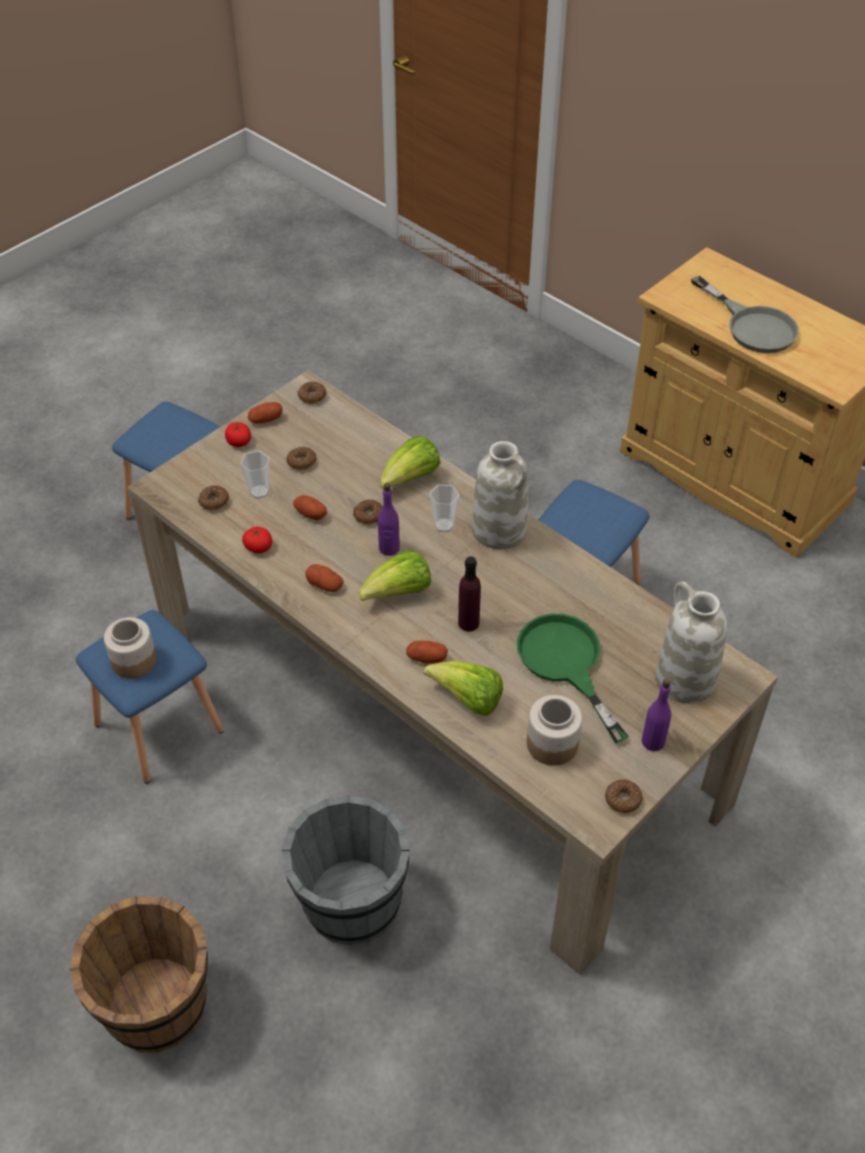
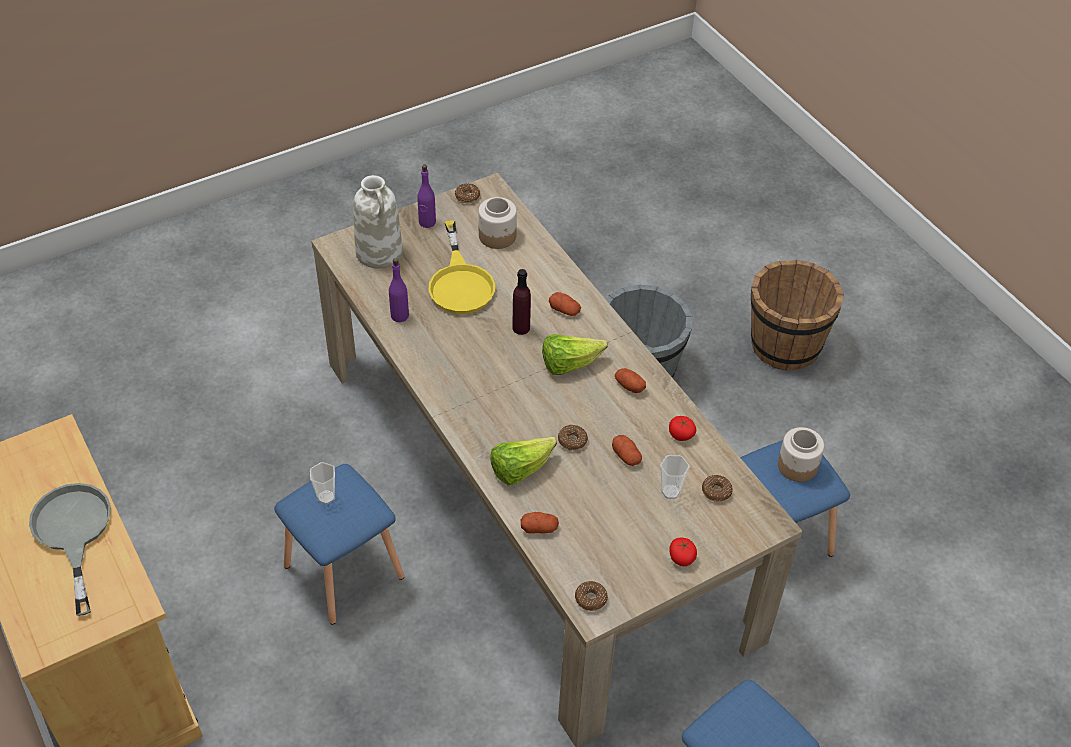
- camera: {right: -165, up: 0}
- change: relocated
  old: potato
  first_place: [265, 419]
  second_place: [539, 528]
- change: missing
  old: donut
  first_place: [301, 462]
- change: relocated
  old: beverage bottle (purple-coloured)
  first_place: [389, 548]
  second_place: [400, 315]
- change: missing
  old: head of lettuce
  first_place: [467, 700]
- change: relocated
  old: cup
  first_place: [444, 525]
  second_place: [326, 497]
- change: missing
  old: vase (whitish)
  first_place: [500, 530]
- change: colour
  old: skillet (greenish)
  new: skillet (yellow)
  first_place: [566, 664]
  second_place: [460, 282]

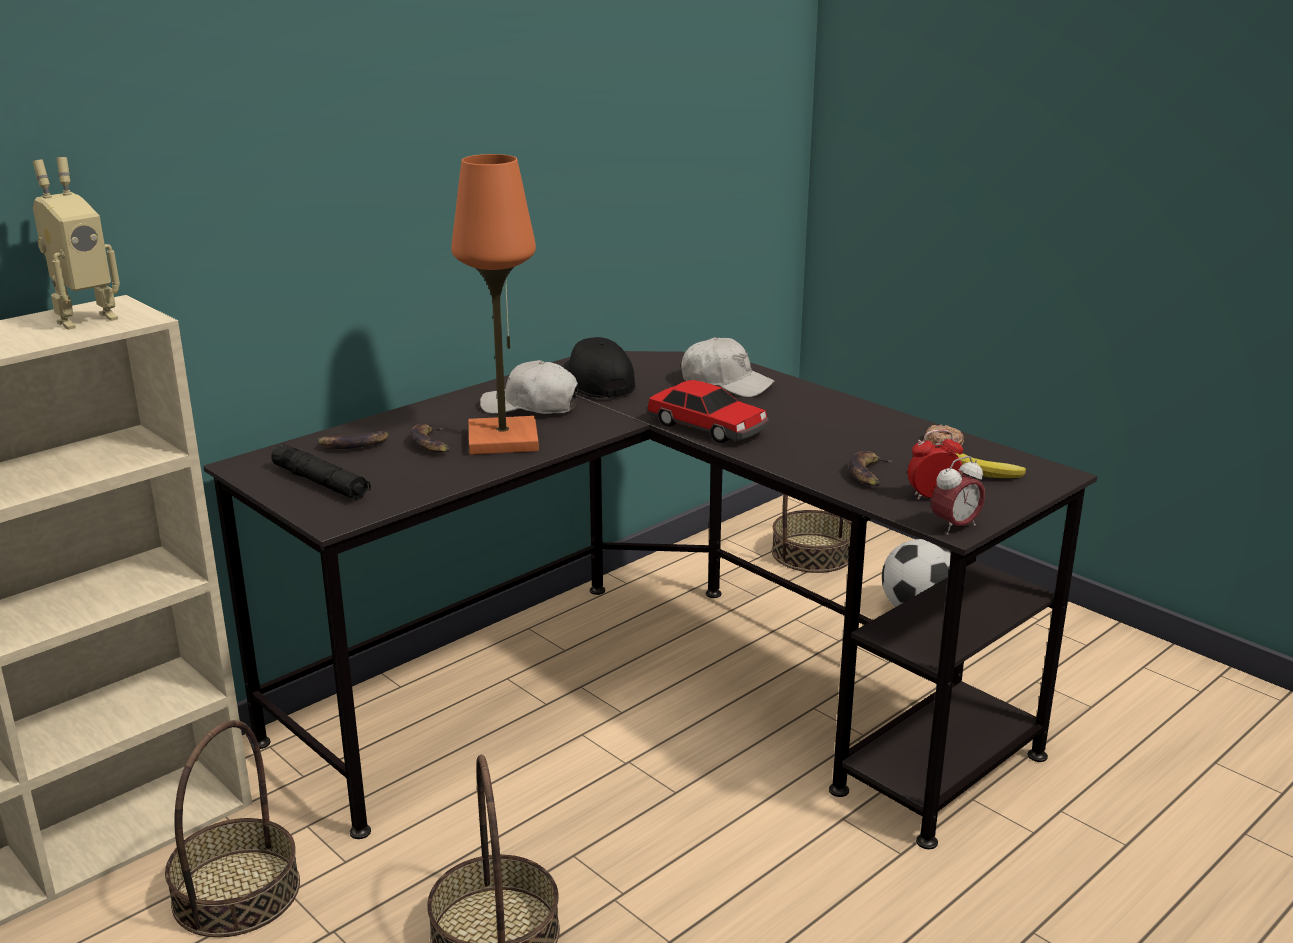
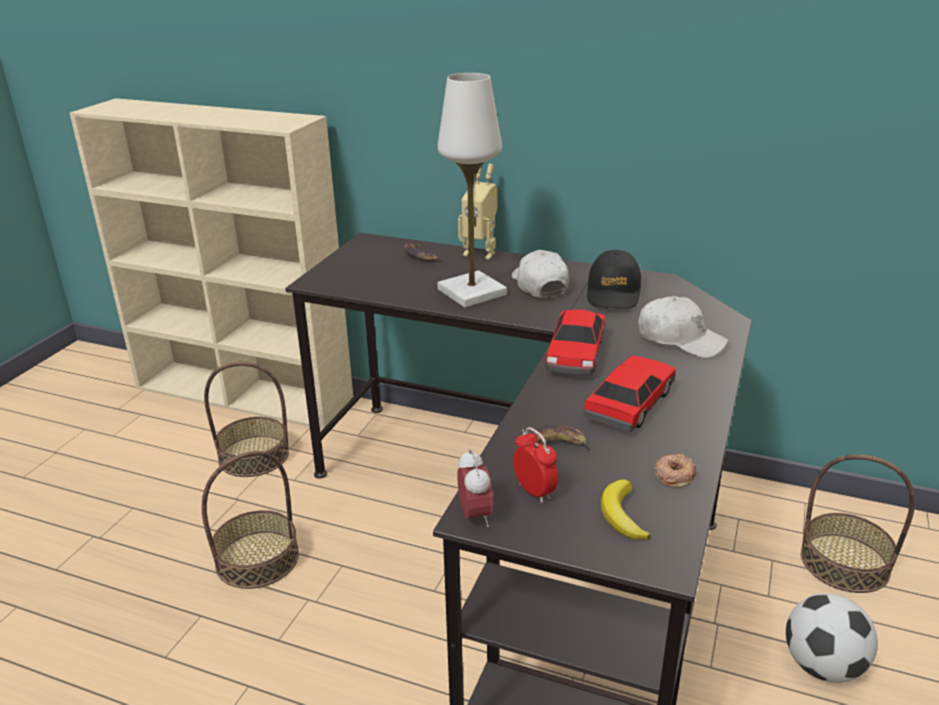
- camera: {right: 65, up: 5}
- change: relocated
  old: toy robot
  first_place: [83, 318]
  second_place: [481, 252]
- change: missing
  old: torch (blackish)
  first_place: [321, 483]
- change: missing
  old: banana
  first_place: [432, 444]
- change: colour
  old: tabletop lamp (orange-coloured)
  new: tabletop lamp (whitish)
  first_place: [503, 440]
  second_place: [472, 292]
- change: spun
  old: cap (blackish)
  first_place: [596, 382]
  second_place: [613, 293]
  degrees: 150
- change: spun
  old: cap (whitish)
  first_place: [726, 383]
  second_place: [680, 339]
  degrees: -60
- change: spun
  old: table clock
  first_place: [955, 527]
  second_place: [475, 516]
  degrees: -135
- change: appeared
  new: model car
  second_place: [630, 403]

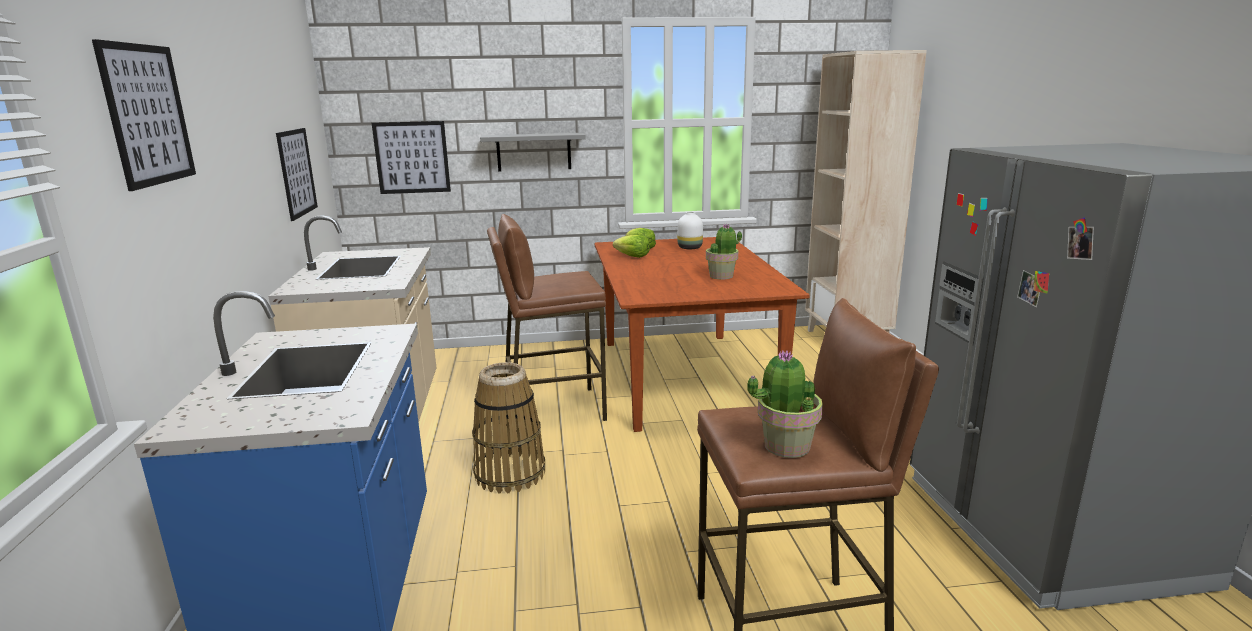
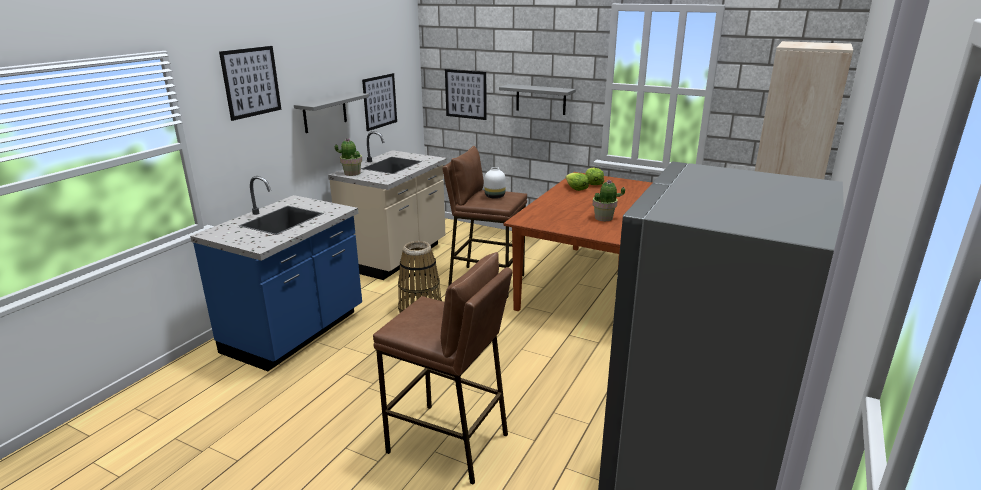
- camera: {right: 35, up: 5}
- change: relocated
  old: vase (whitish)
  first_place: [689, 248]
  second_place: [494, 196]
- change: relocated
  old: plant in a pot
  first_place: [785, 446]
  second_place: [352, 173]
- change: appeared
  new: wall shelf (grey)
  second_place: [325, 112]

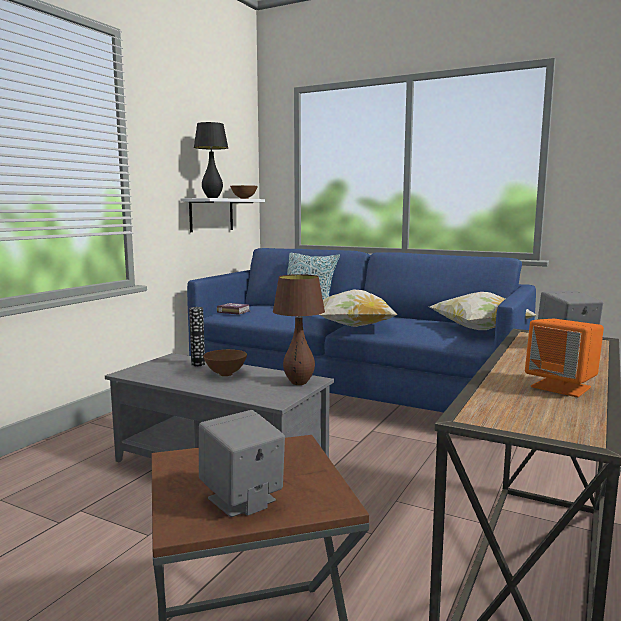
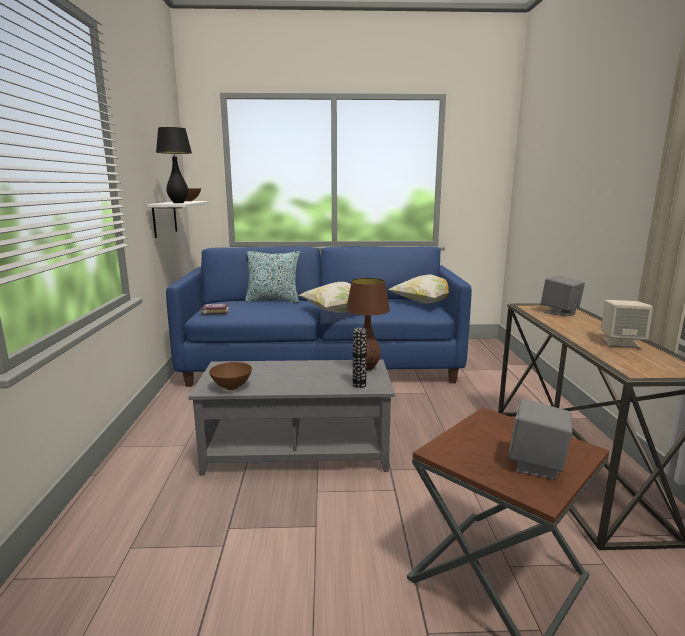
- camera: {right: -30, up: 5}
- change: relocated
  old: vase
  first_place: [198, 364]
  second_place: [359, 385]
- change: relocated
  old: serving bowl (brown-coloured)
  first_place: [226, 374]
  second_place: [231, 387]
- change: colour
  old: loudspeaker (orange-coloured)
  new: loudspeaker (beige-coloured)
  first_place: [562, 387]
  second_place: [621, 343]

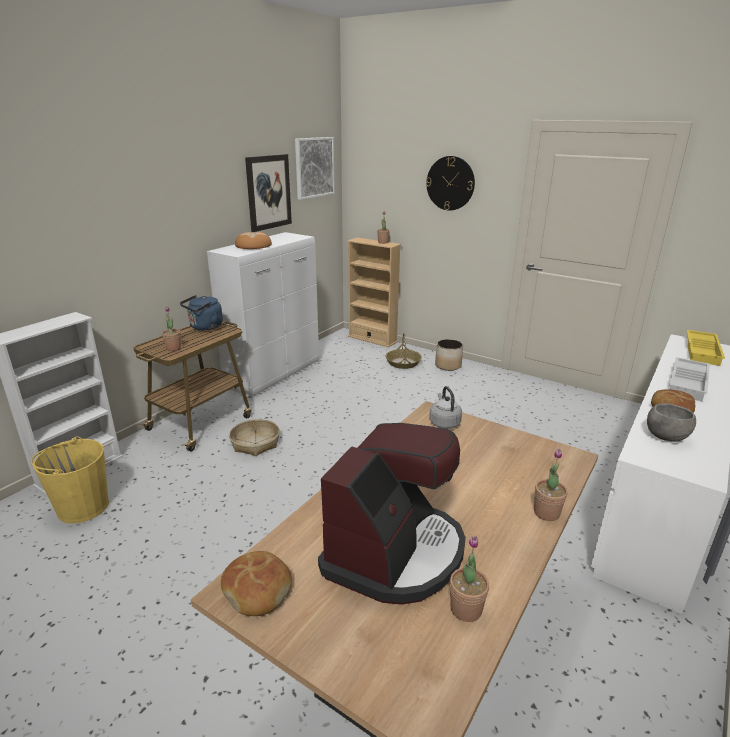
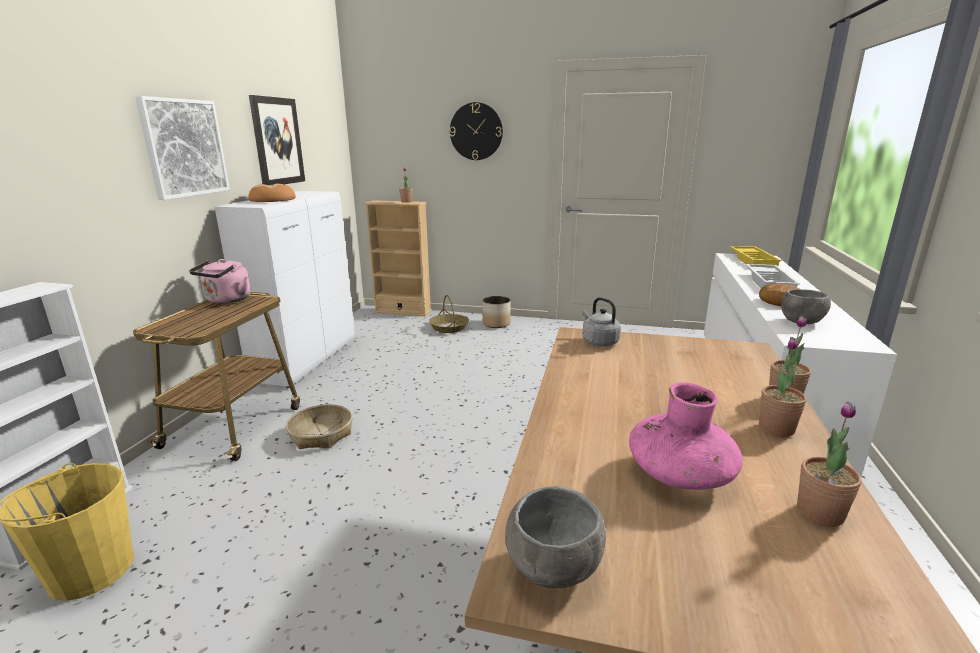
- camera: {right: -20, up: -5}
- change: relocated
  old: plant in a pot
  first_place: [173, 348]
  second_place: [776, 428]
- change: colour
  old: kettle (bluish)
  new: kettle (pink)
  first_place: [204, 327]
  second_place: [226, 300]
- change: exchanged
  old: baked bread
  new: serving bowl (grey)
  first_place: [258, 589]
  second_place: [554, 568]
- change: relocated
  old: wall art
  first_place: [314, 167]
  second_place: [184, 148]
- change: exchanged
  old: coffee maker
  new: vase (pink)
  first_place: [395, 552]
  second_place: [680, 474]

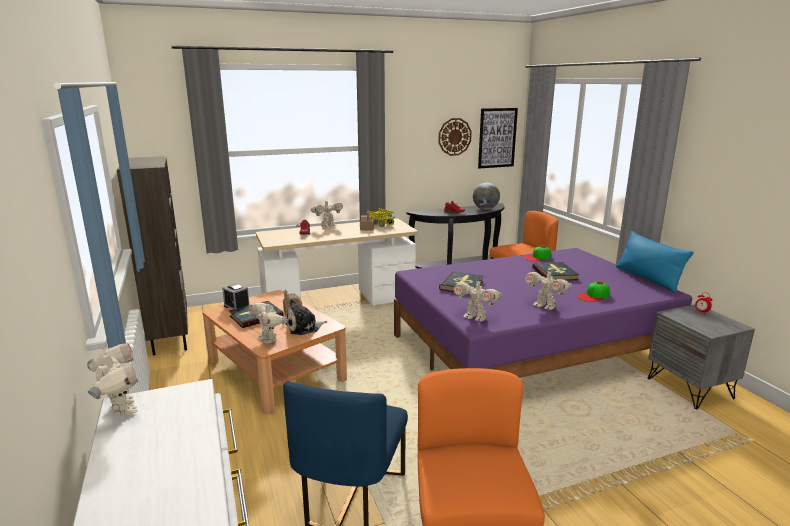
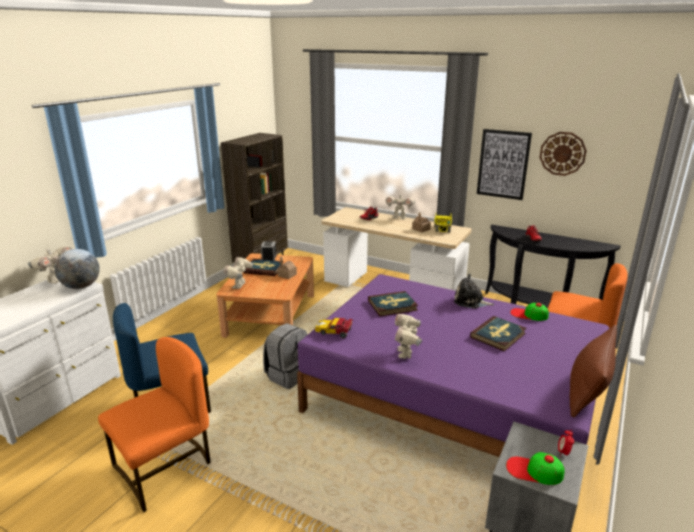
- camera: {right: 50, up: 5}
- change: relocated
  old: cuddly toy
  first_place: [304, 327]
  second_place: [470, 301]
- change: exchanged
  old: toy robot
  new: model car
  first_place: [475, 317]
  second_place: [335, 332]
- change: relocated
  old: globe
  first_place: [485, 209]
  second_place: [81, 287]
- change: relocated
  old: wall art
  first_place: [497, 138]
  second_place: [503, 164]
- change: relocated
  old: cap
  first_place: [593, 296]
  second_place: [534, 471]
- change: colour
  old: cushion (bluish)
  new: cushion (brown-coloured)
  first_place: [647, 278]
  second_place: [588, 390]
- change: appeared
  new: knapsack (grey)
  second_place: [287, 375]

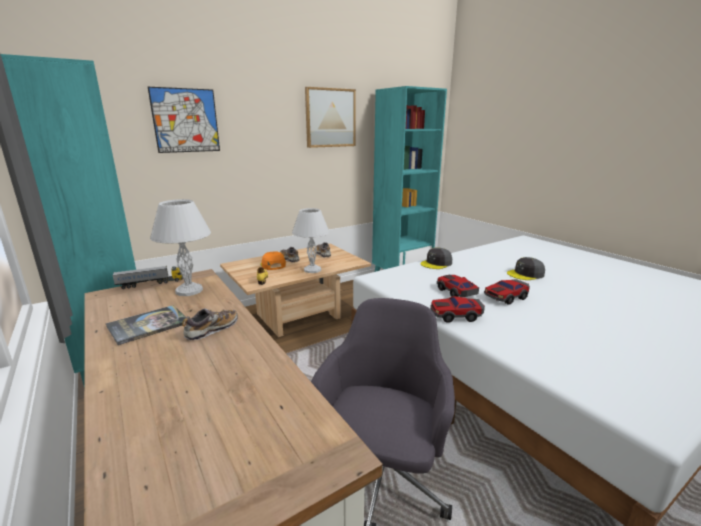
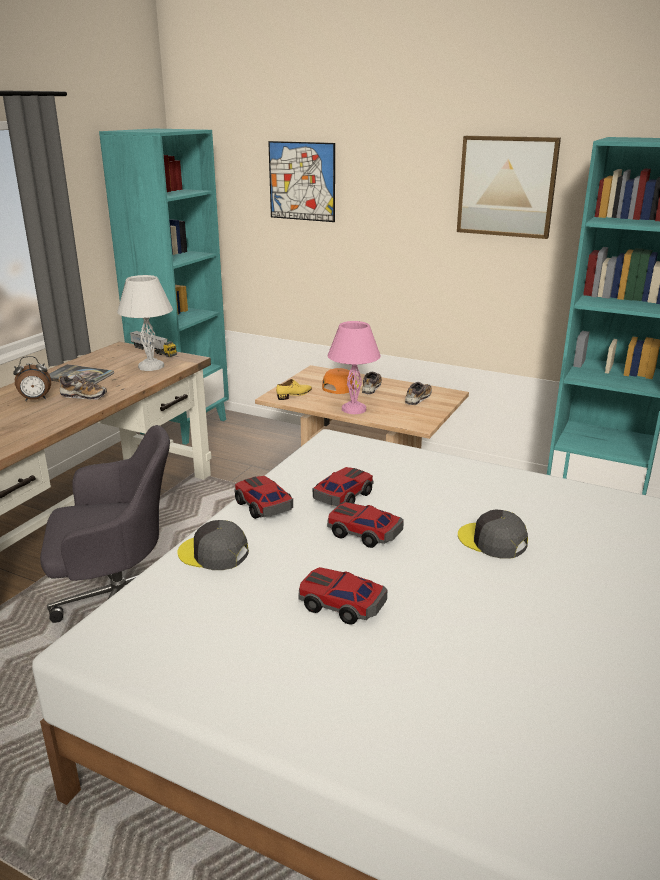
- camera: {right: 60, up: 5}
- change: colour
  old: tabletop lamp (whitish)
  new: tabletop lamp (pink)
  first_place: [312, 270]
  second_place: [352, 409]
- change: relocated
  old: cap (grey)
  first_place: [436, 263]
  second_place: [213, 553]
- change: appeared
  new: table clock
  second_place: [35, 399]
- change: appeared
  new: model car
  second_place: [341, 604]

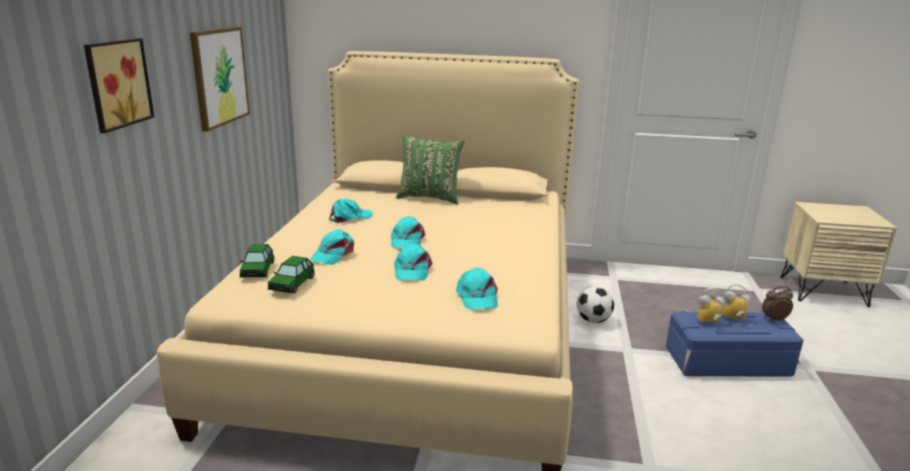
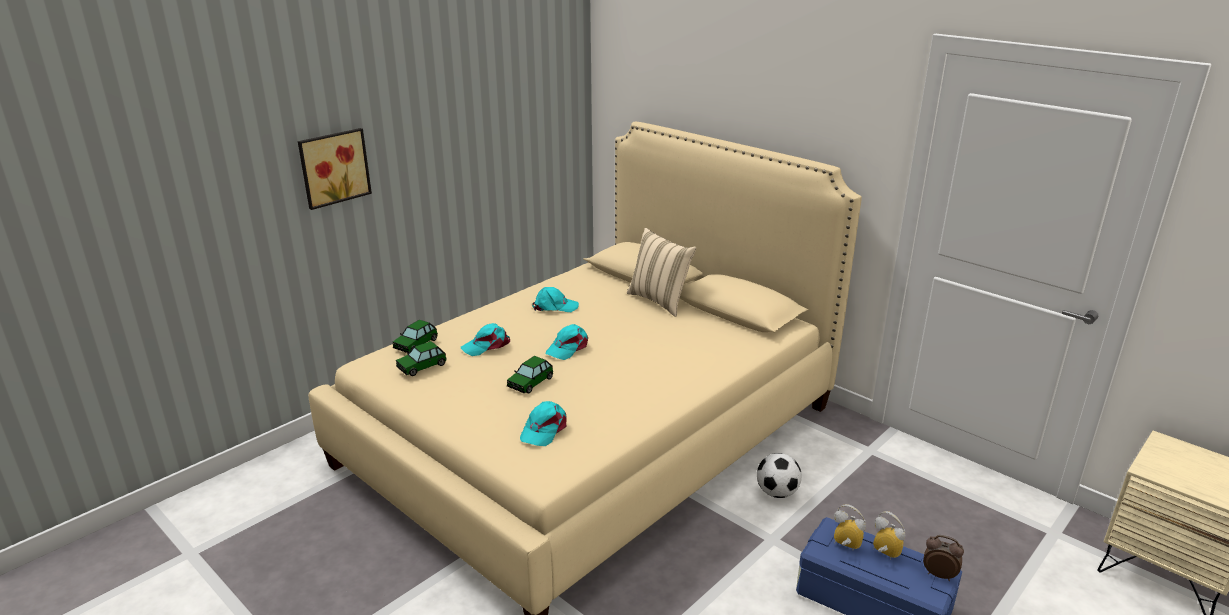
- camera: {right: 35, up: 5}
- change: missing
  old: wall art
  first_place: [219, 76]
- change: exchanged
  old: cap (turquoise)
  new: model car
  first_place: [412, 270]
  second_place: [530, 382]
- change: colour
  old: cushion (greenish)
  new: cushion (beige-coloured)
  first_place: [430, 197]
  second_place: [660, 301]

